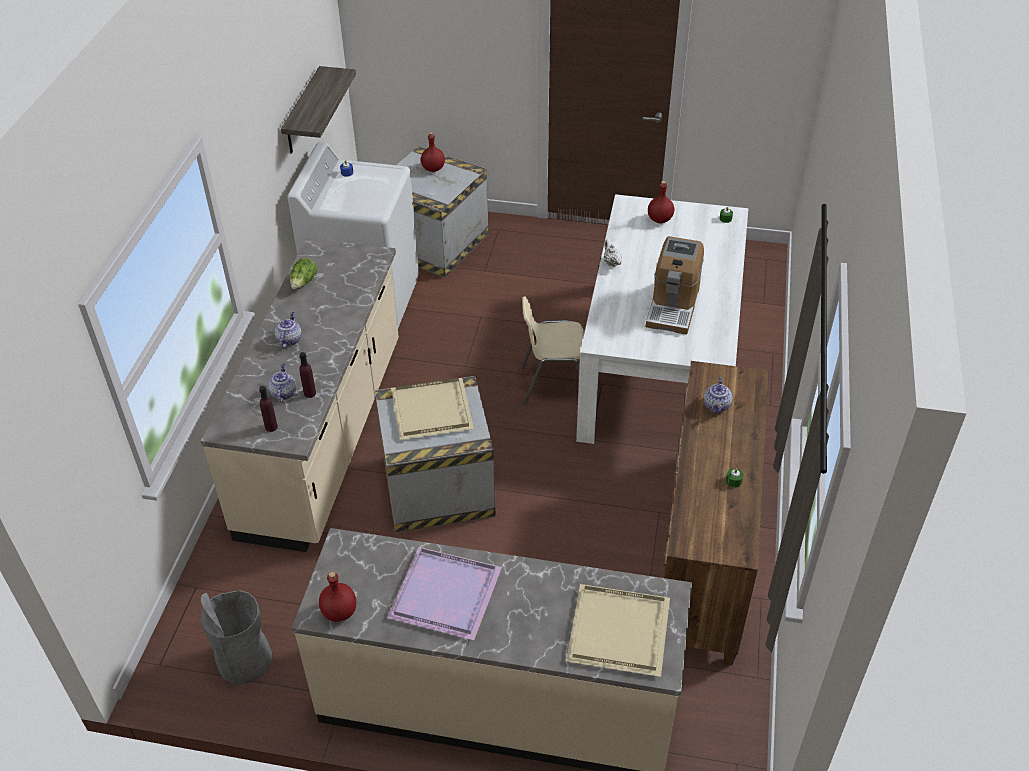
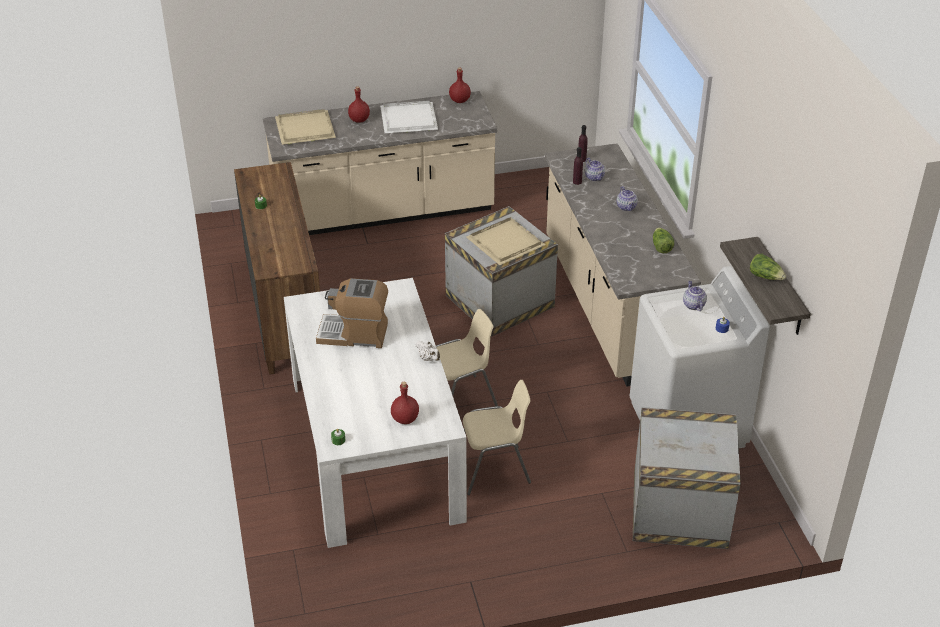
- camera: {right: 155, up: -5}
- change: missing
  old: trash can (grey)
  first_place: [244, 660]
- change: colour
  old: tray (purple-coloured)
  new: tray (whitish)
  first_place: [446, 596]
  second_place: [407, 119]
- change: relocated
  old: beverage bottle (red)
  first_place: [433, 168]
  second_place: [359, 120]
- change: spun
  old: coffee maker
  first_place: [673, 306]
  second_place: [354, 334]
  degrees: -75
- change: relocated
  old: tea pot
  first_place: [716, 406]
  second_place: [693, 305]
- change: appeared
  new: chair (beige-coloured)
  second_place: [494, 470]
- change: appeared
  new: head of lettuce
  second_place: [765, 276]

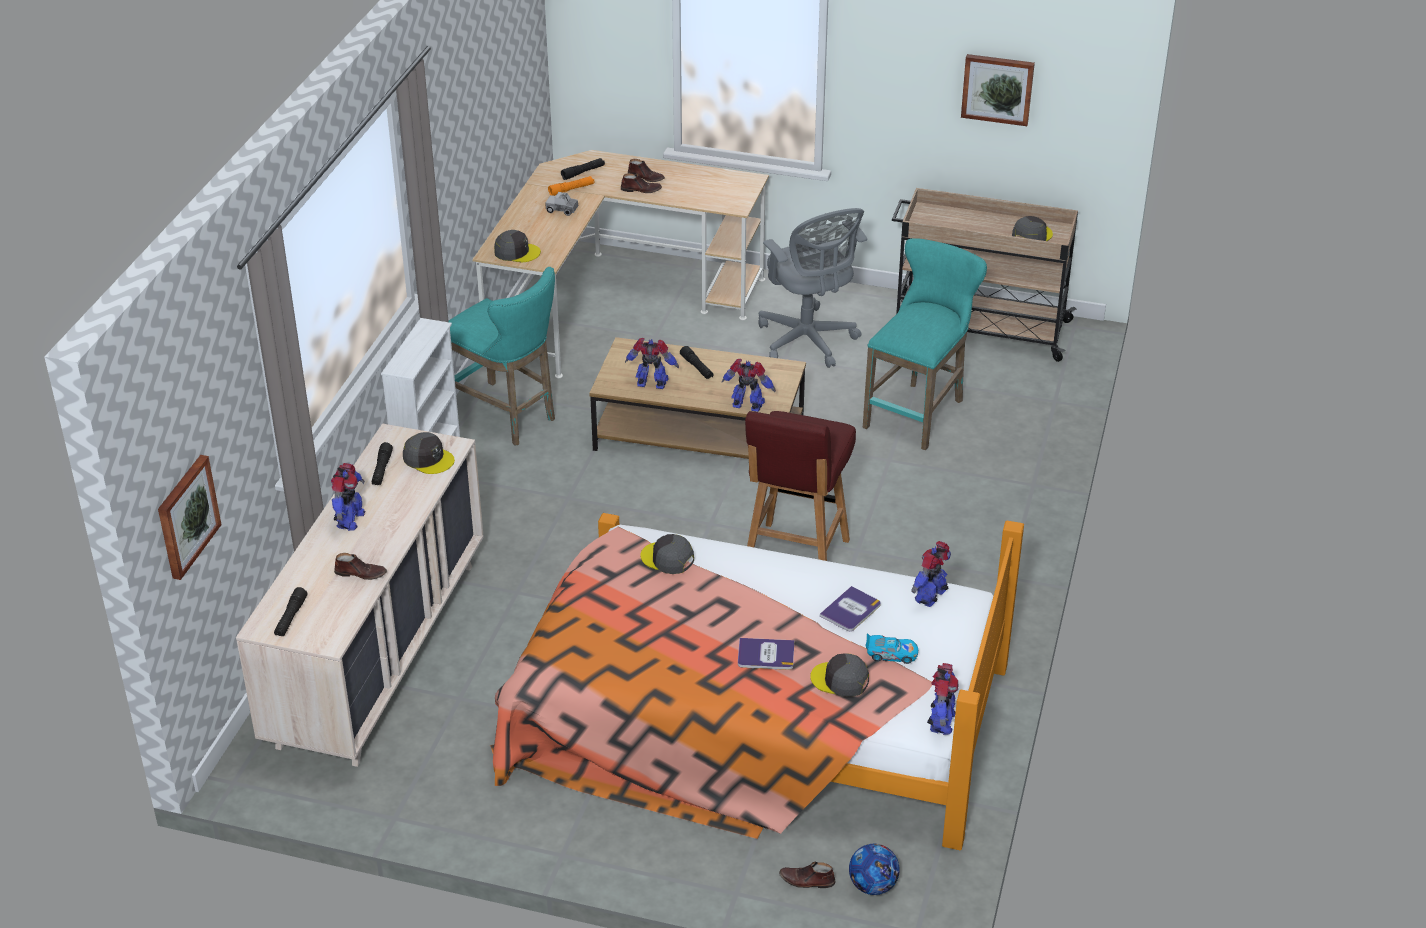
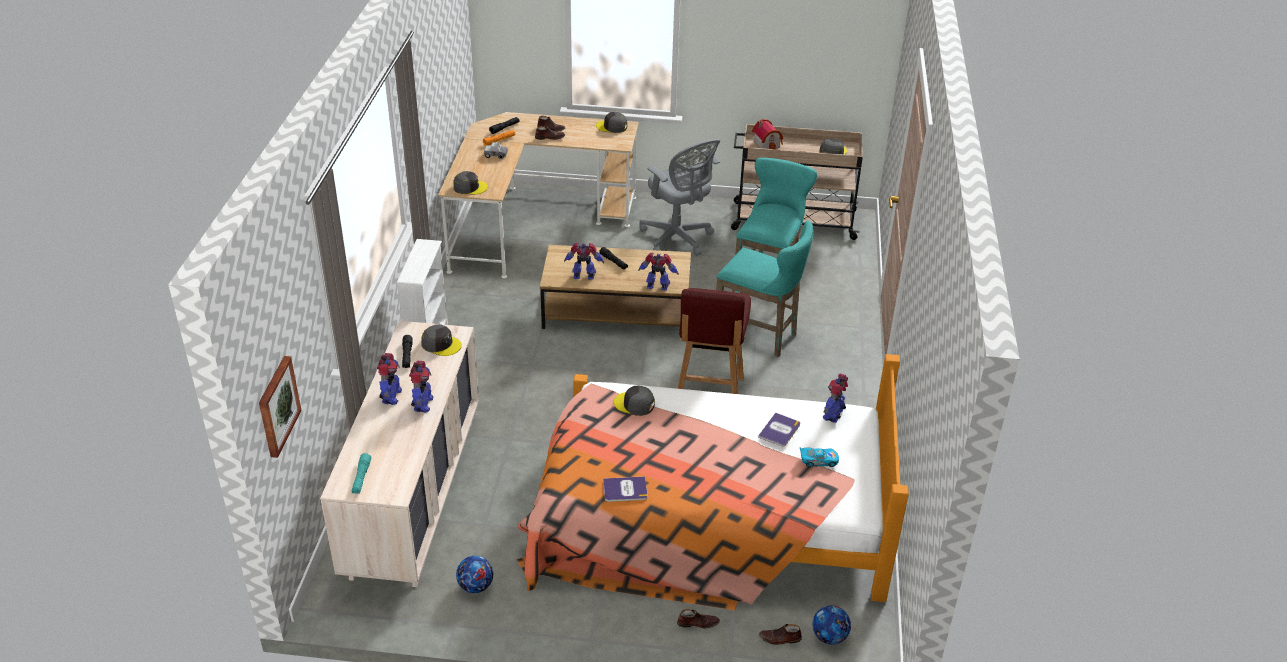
- camera: {right: -10, up: 0}
- change: colour
  old: torch (blackish)
  new: torch (turquoise)
  first_place: [291, 617]
  second_place: [361, 478]
- change: relocated
  old: item of footwear (brown-coloured)
  first_place: [361, 573]
  second_place: [698, 623]
- change: relocated
  old: sitting stool (turquoise)
  first_place: [505, 417]
  second_place: [759, 335]
- change: relocated
  old: book
  first_place: [766, 655]
  second_place: [625, 490]
- change: relocated
  old: cap (grey)
  first_place: [840, 680]
  second_place: [612, 126]
- change: relocated
  old: toy robot
  first_place: [941, 722]
  second_place: [422, 404]
- change: missing
  old: wall art
  first_place: [997, 88]
- change: appeared
  new: football ball
  second_place: [475, 586]
- change: appeared
  new: model house
  second_place: [767, 144]

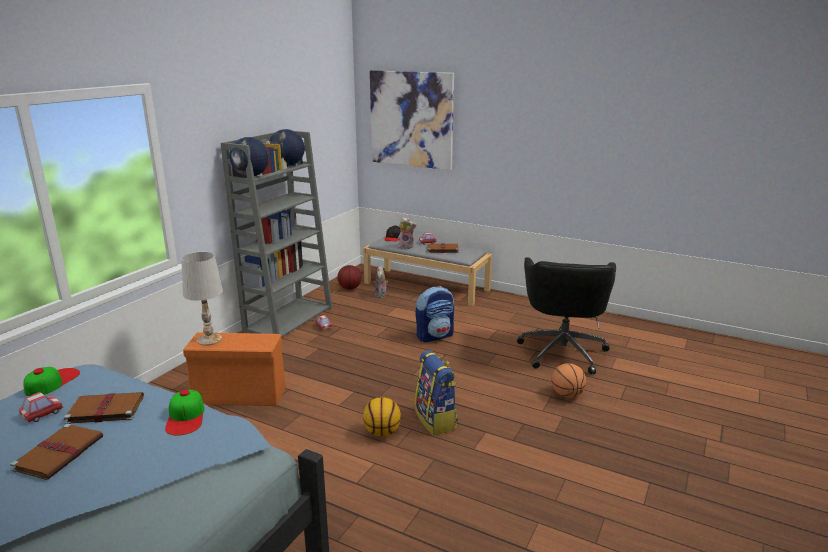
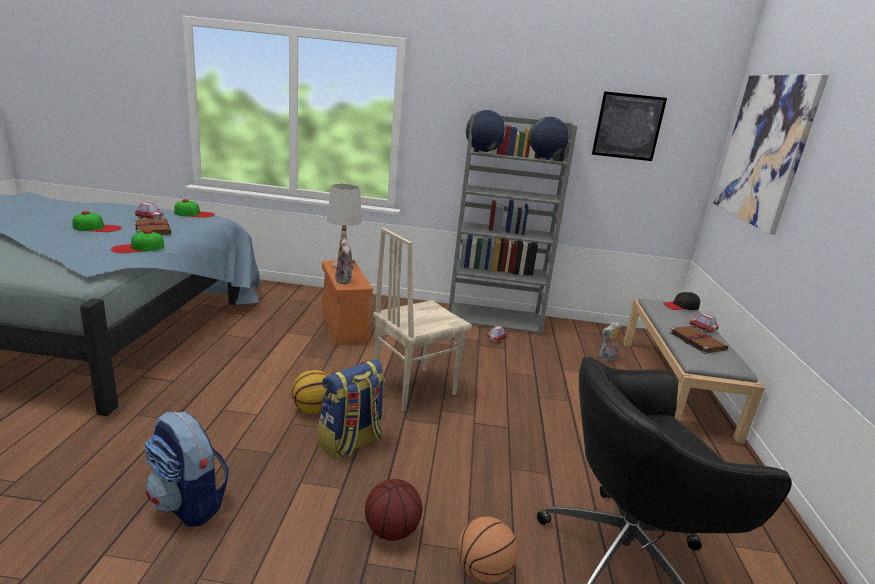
- camera: {right: 65, up: 0}
- change: exchanged
  old: book (brown-coloured)
  new: cap
  first_place: [60, 453]
  second_place: [97, 228]
- change: relocated
  old: ball for basketball
  first_place: [350, 288]
  second_place: [392, 531]
- change: relocated
  old: cuddly toy
  first_place: [406, 246]
  second_place: [345, 281]
- change: relocated
  old: knapsack
  first_place: [435, 336]
  second_place: [189, 503]
- change: appeared
  new: chair (beige-coloured)
  second_place: [413, 388]
- change: appeared
  new: wall art
  second_place: [628, 126]

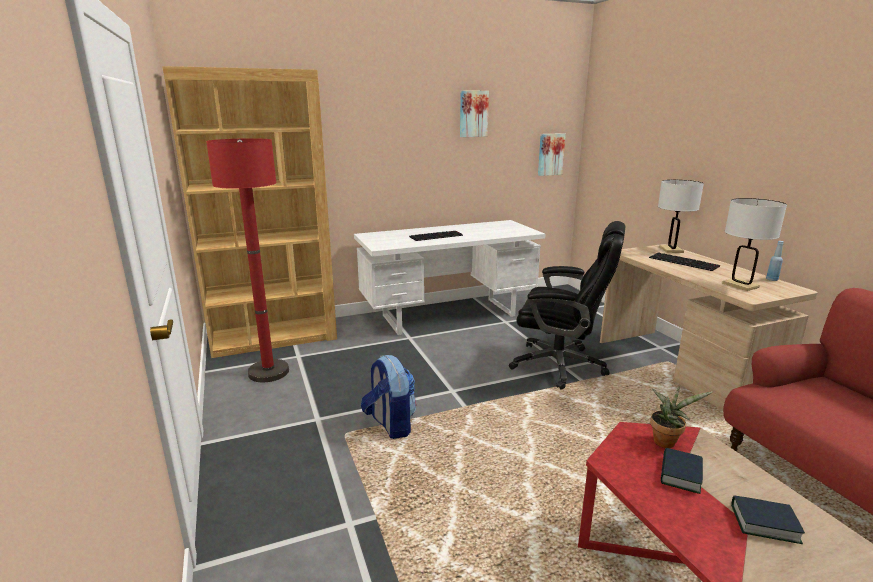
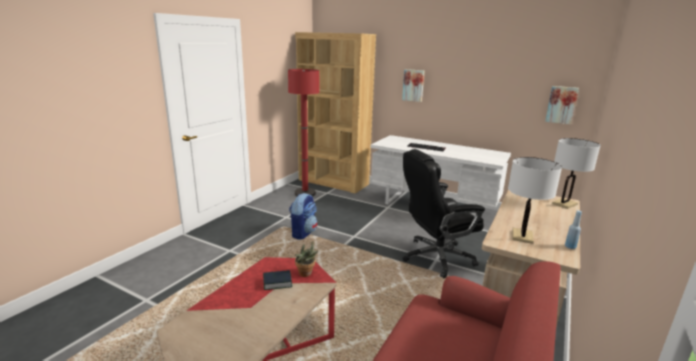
- camera: {right: 50, up: 0}
- change: relocated
  old: wall art
  first_place: [473, 114]
  second_place: [413, 85]
- change: spun
  old: computer chair (blackish)
  first_place: [560, 365]
  second_place: [436, 257]
  degrees: 90
- change: missing
  old: keyboard
  first_place: [684, 262]
- change: missing
  old: book
  first_place: [764, 523]

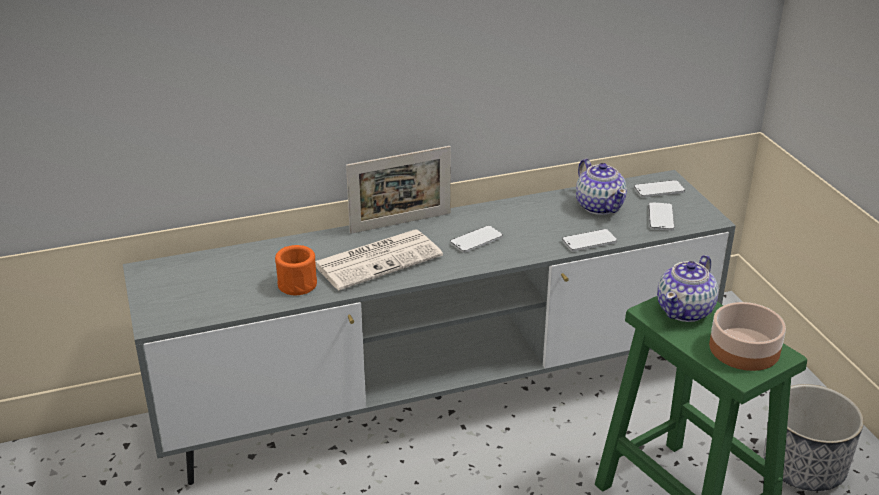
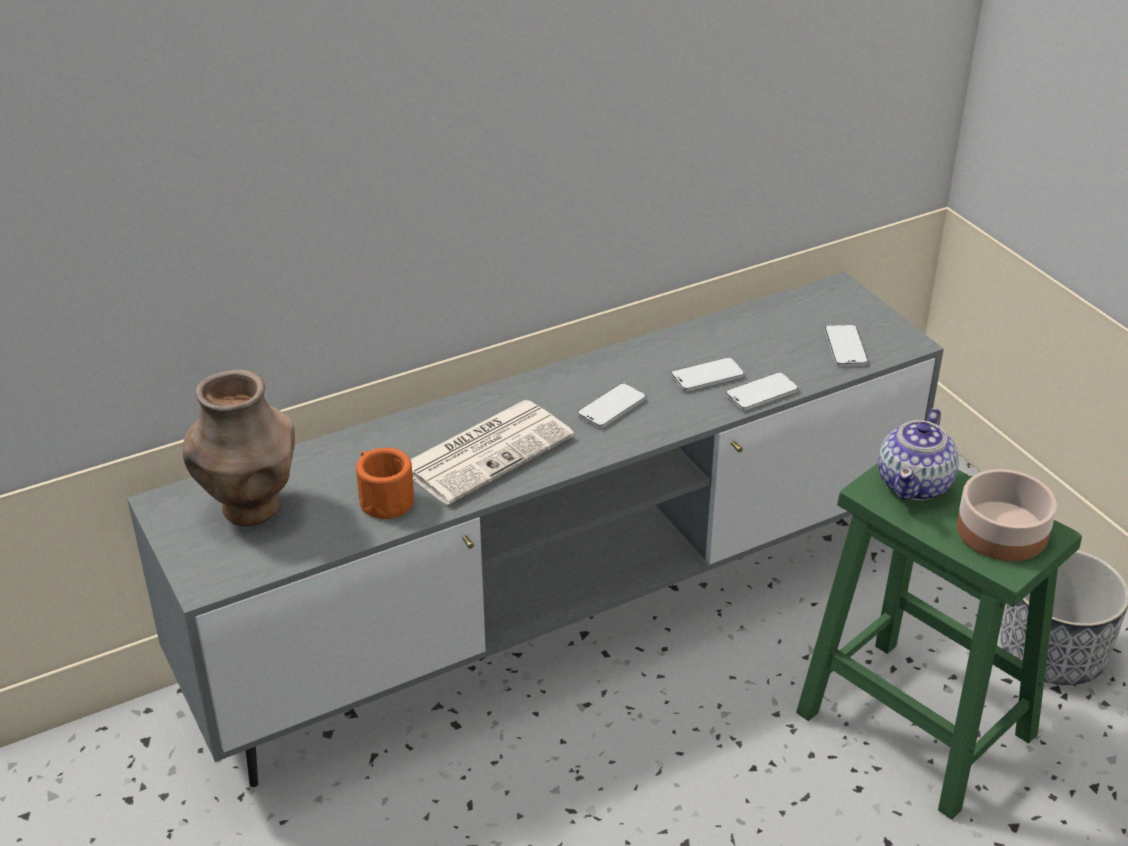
- camera: {right: -10, up: 5}
- change: missing
  old: picture frame
  first_place: [400, 223]
- change: missing
  old: tea pot
  first_place: [599, 206]
- change: relocated
  old: phone
  first_place: [658, 190]
  second_place: [707, 376]
- change: appeared
  new: vase (brown-coloured)
  second_place: [250, 509]

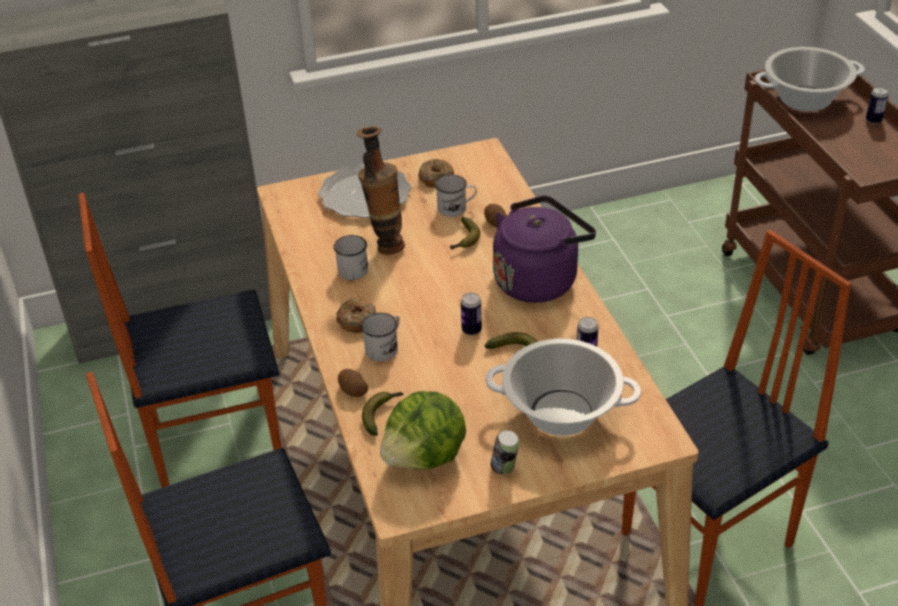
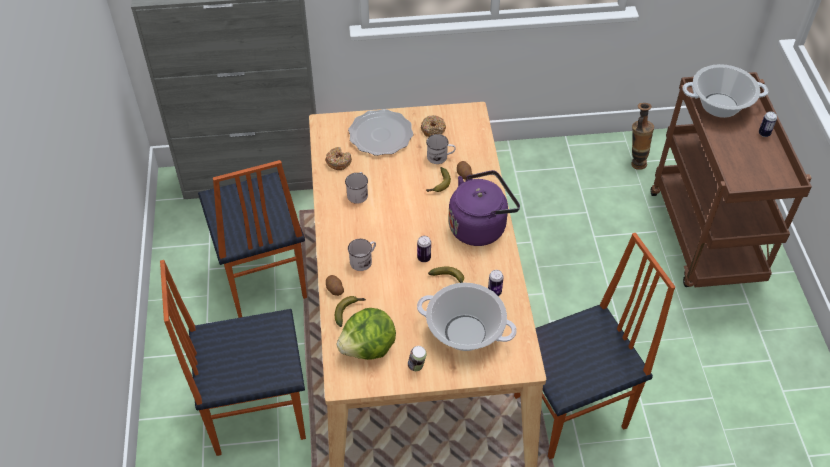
- camera: {right: 10, up: 10}
- change: spun
  old: chair
  first_place: [215, 446]
  second_place: [261, 279]
  degrees: -105
- change: relocated
  old: donut
  first_place: [357, 321]
  second_place: [338, 162]
- change: relocated
  old: vase
  first_place: [385, 244]
  second_place: [635, 162]

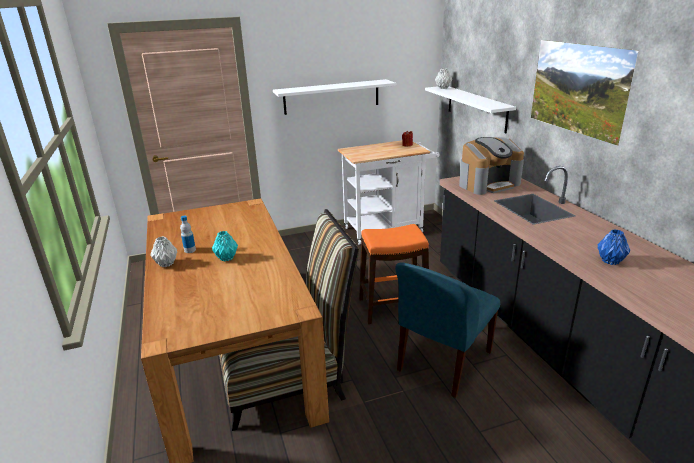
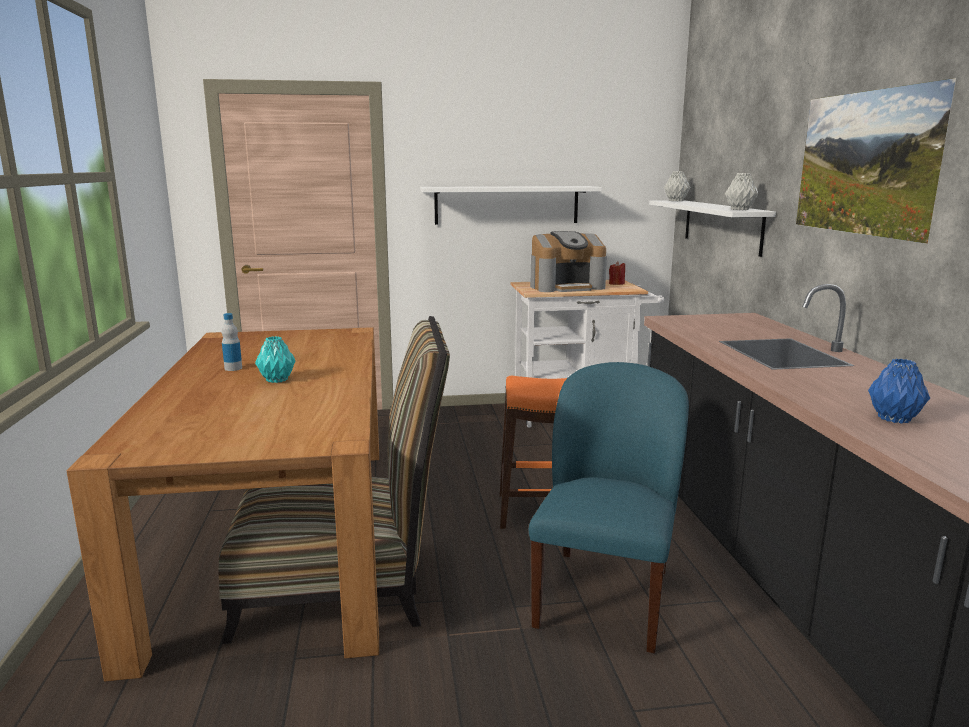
- camera: {right: 10, up: -10}
- change: relocated
  old: vase (grey)
  first_place: [166, 264]
  second_place: [739, 209]
- change: spun
  old: chair (bluish)
  first_place: [443, 362]
  second_place: [604, 596]
  degrees: 150
- change: relocated
  old: coffee maker
  first_place: [488, 184]
  second_place: [566, 287]

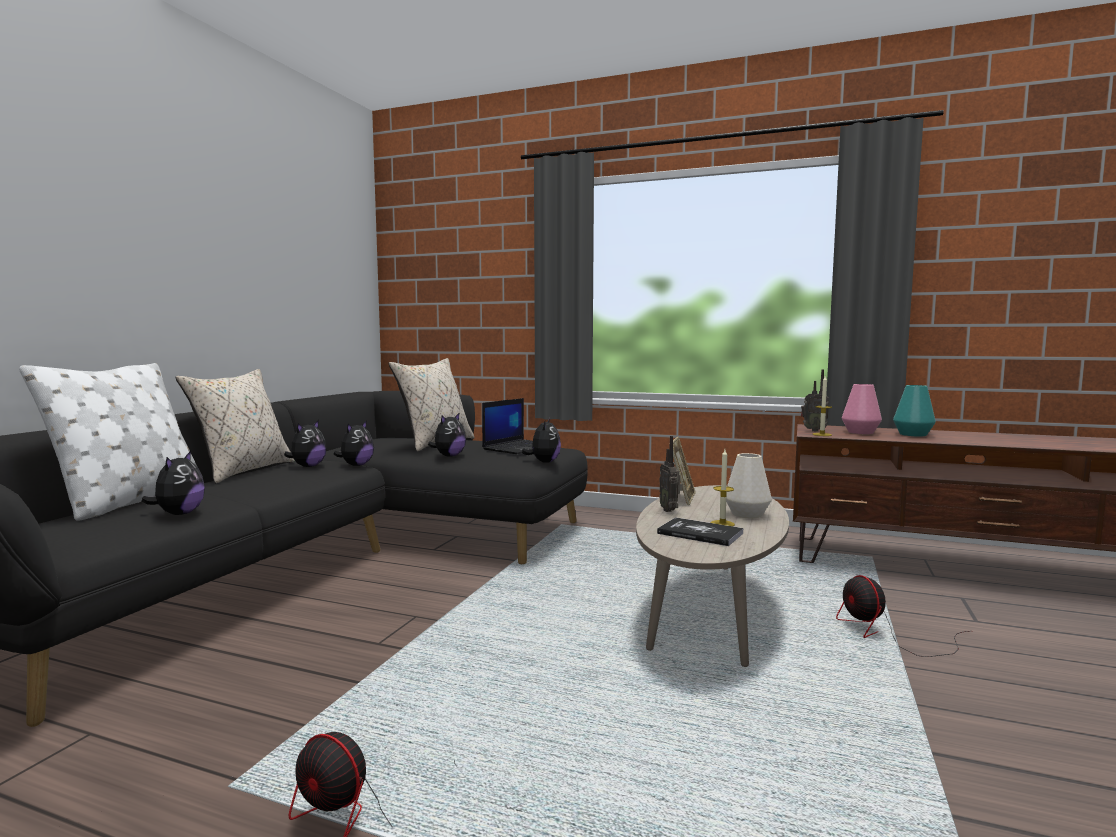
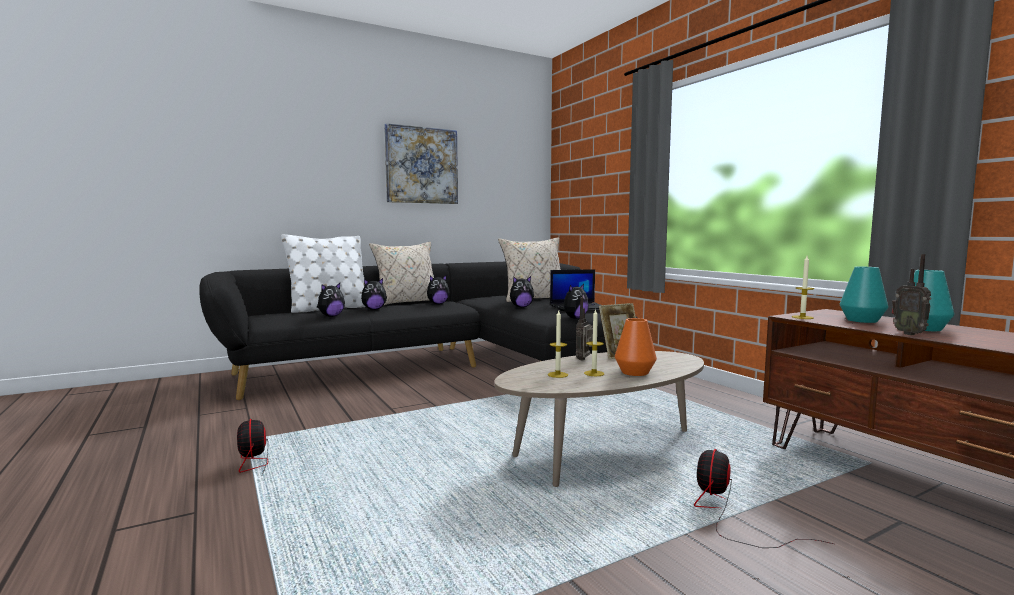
- camera: {right: 40, up: 0}
- change: relocated
  old: cuddly toy
  first_place: [356, 465]
  second_place: [374, 309]
- change: exchanged
  old: book
  new: candle
  first_place: [700, 533]
  second_place: [557, 375]
- change: colour
  old: vase (whitish)
  new: vase (orange-coloured)
  first_place: [747, 514]
  second_place: [634, 372]
- change: relocated
  old: radio set
  first_place: [814, 430]
  second_place: [910, 334]
- change: colour
  old: vase (pink)
  new: vase (turquoise)
  first_place: [860, 432]
  second_place: [862, 320]
- change: appeared
  new: wall art
  second_place: [421, 165]

